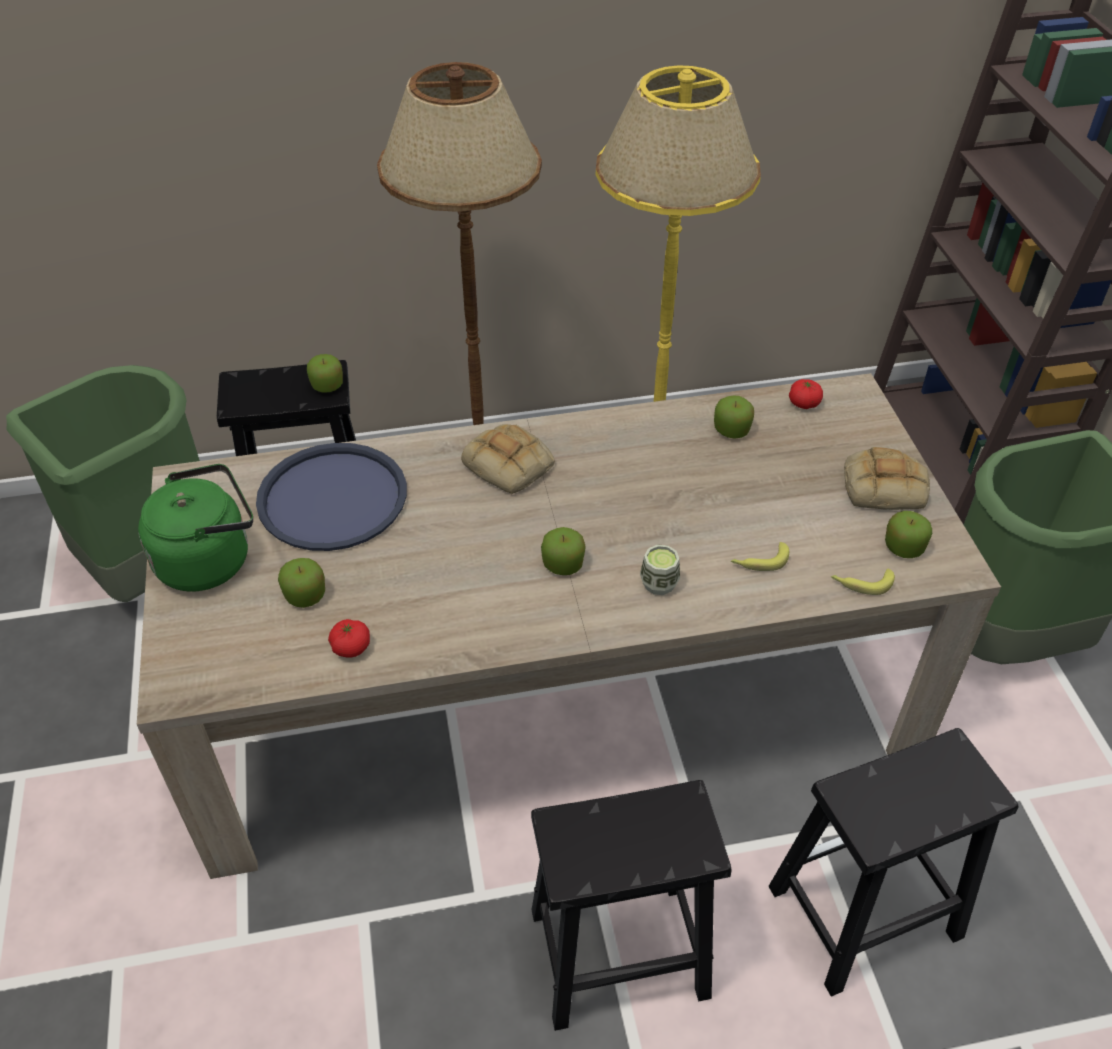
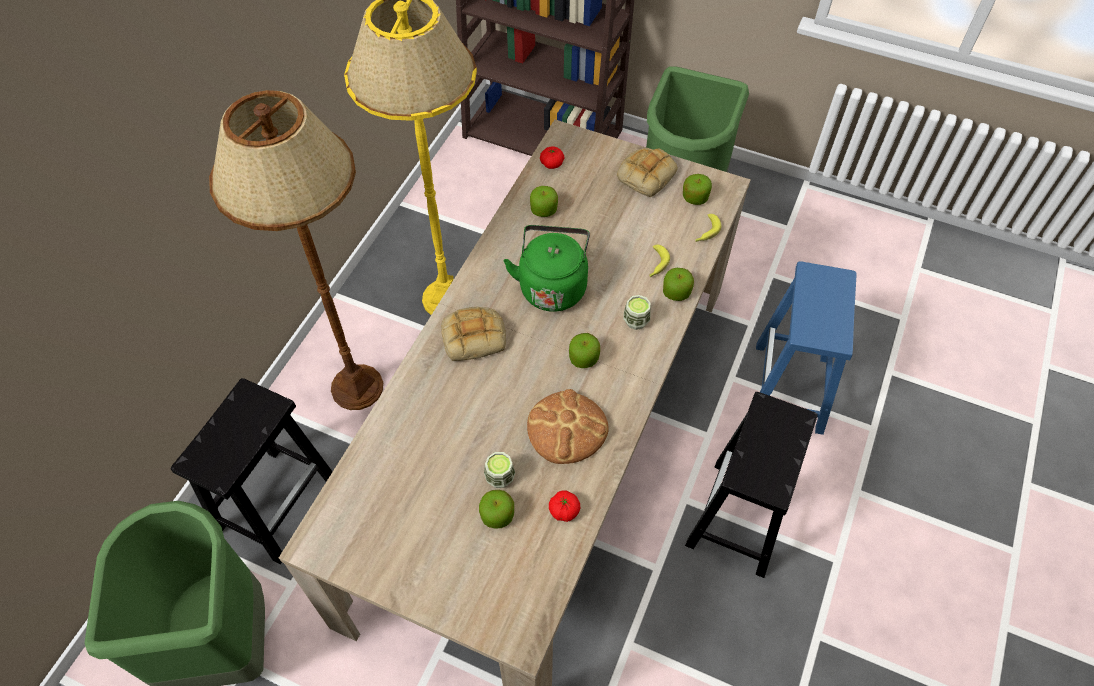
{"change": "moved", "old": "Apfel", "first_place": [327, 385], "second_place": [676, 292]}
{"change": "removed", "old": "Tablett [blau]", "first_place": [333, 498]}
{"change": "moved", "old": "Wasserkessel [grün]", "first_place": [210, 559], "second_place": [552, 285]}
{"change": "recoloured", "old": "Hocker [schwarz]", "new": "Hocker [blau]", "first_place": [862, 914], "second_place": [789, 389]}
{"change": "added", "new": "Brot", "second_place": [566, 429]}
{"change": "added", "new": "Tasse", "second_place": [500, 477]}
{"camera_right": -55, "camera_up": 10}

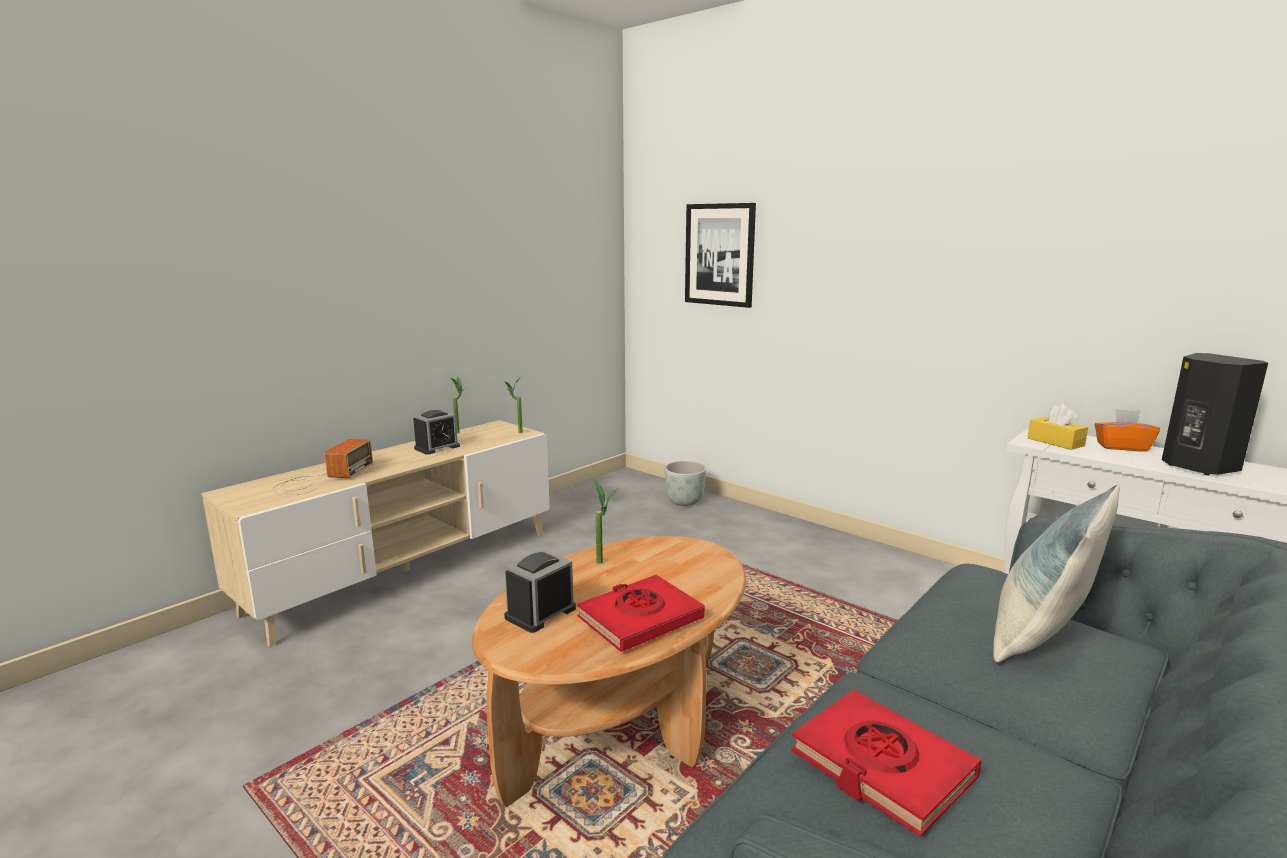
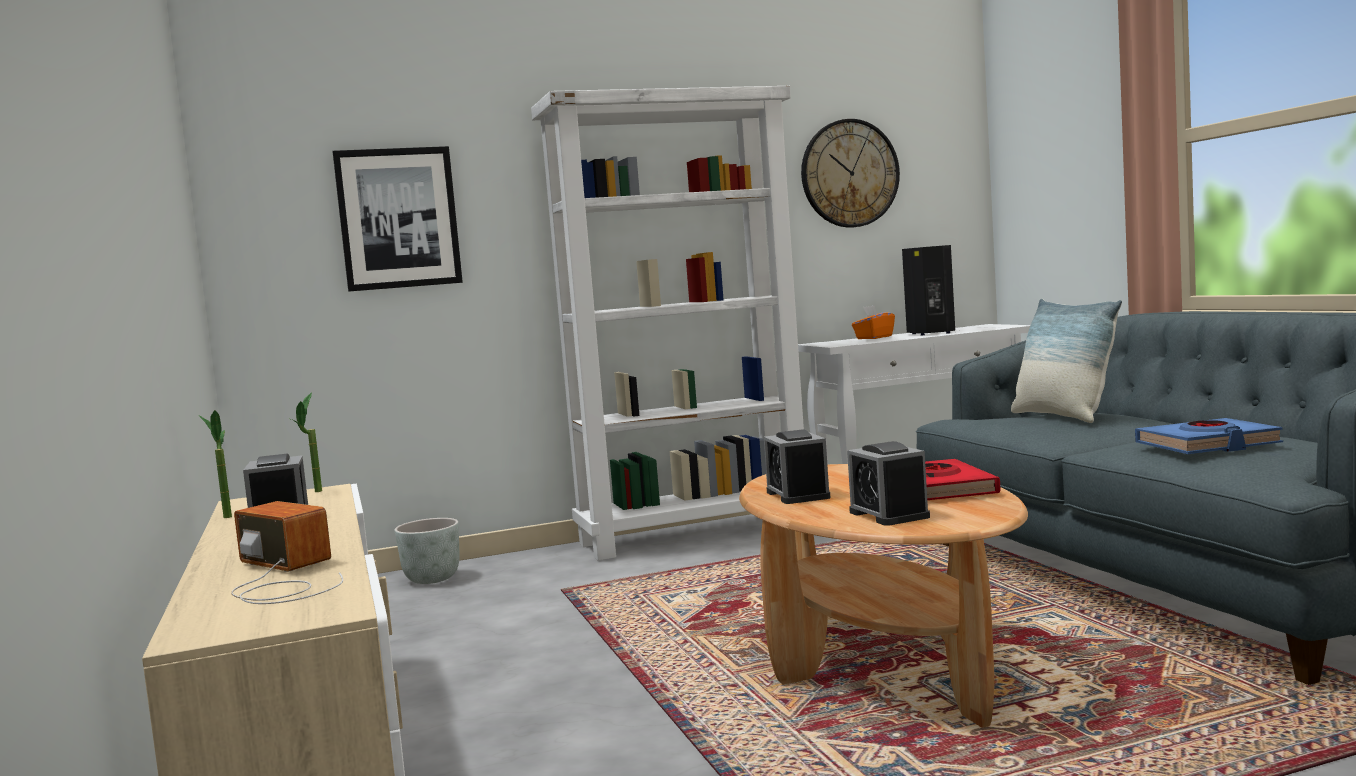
{"change": "removed", "old": "Taschentuchbox [gelb]", "first_place": [1055, 442]}
{"change": "replaced", "old": "Topfpflanze", "new": "Wecker", "first_place": [605, 563], "second_place": [798, 495]}
{"change": "recoloured", "old": "Buch [rot]", "new": "Buch [blau]", "first_place": [881, 766], "second_place": [1207, 445]}
{"change": "added", "new": "Bücherregal [weiß]", "second_place": [696, 534]}
{"change": "added", "new": "Wanduhr", "second_place": [849, 173]}
{"camera_right": -60, "camera_up": -10}

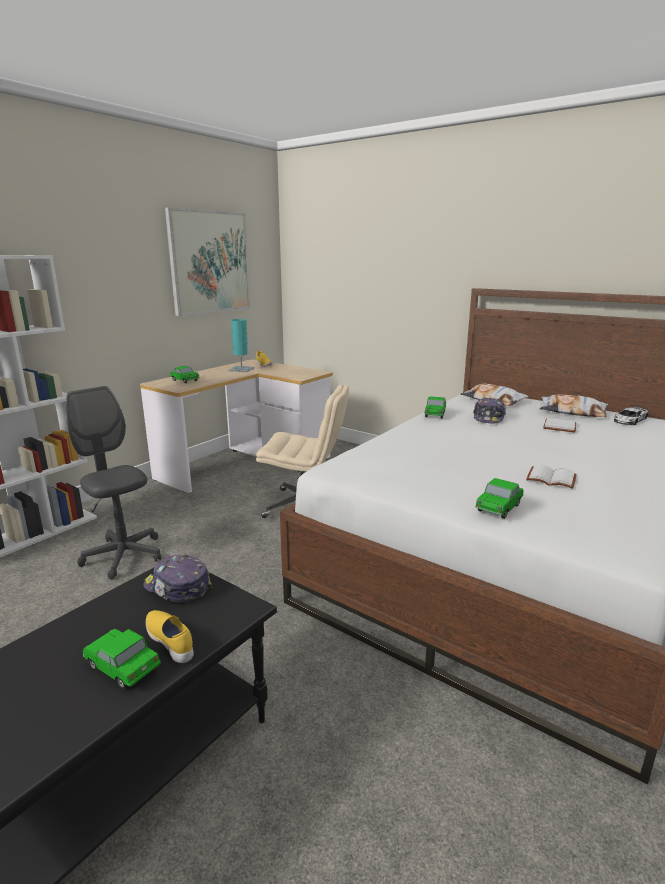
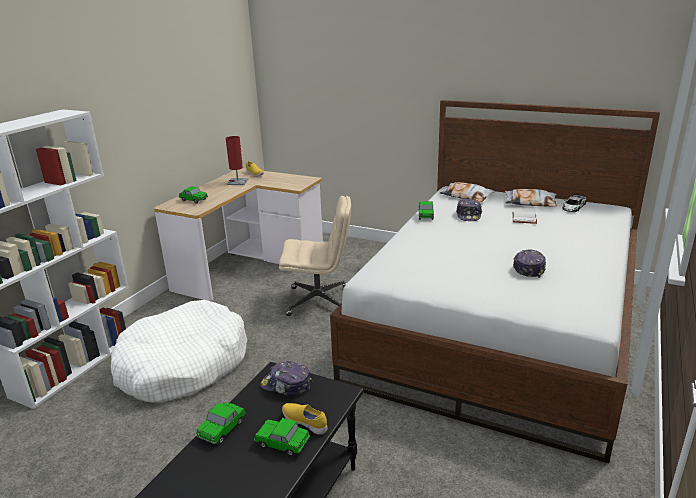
{"change": "removed", "old": "Bild", "first_place": [210, 262]}
{"change": "recoloured", "old": "Tischlampe [türkis]", "new": "Tischlampe [rot]", "first_place": [241, 369], "second_place": [237, 182]}
{"change": "replaced", "old": "Bürostuhl [grau]", "new": "Hundebett [weiß]", "first_place": [123, 556], "second_place": [183, 365]}
{"change": "replaced", "old": "Buch [weiß]", "new": "Kappe", "first_place": [550, 479], "second_place": [528, 268]}
{"change": "moved", "old": "Spielzeugauto", "first_place": [498, 508], "second_place": [222, 429]}
{"camera_right": -10, "camera_up": 5}

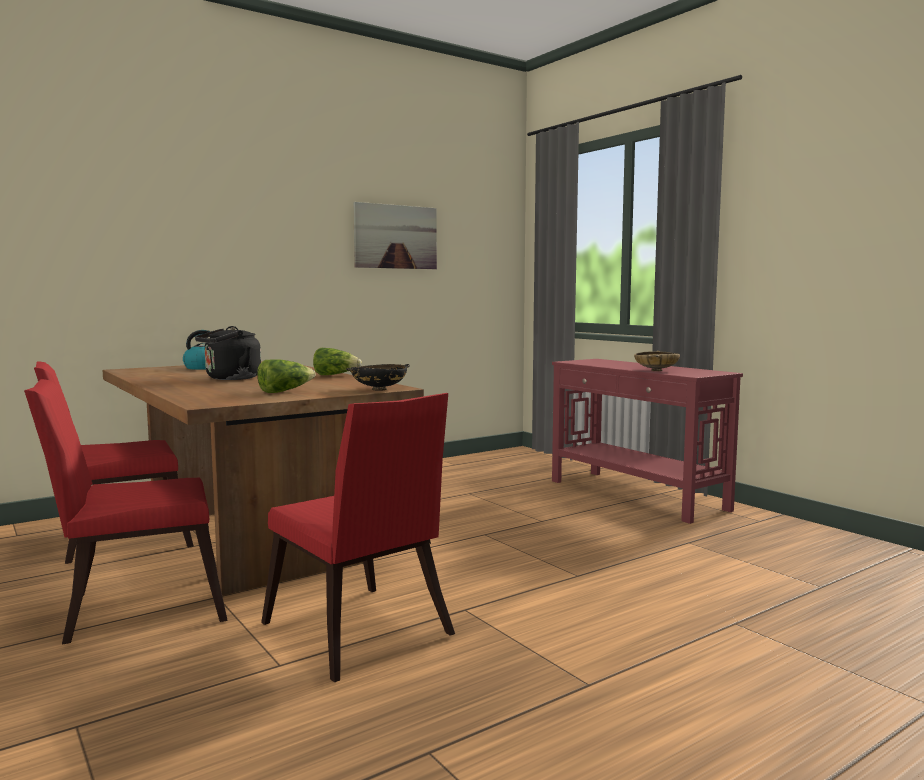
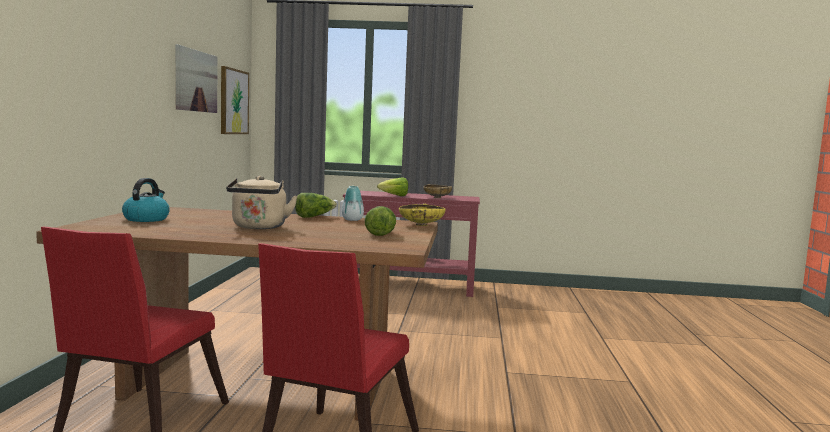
{"change": "recoloured", "old": "Wasserkessel [schwarz]", "new": "Wasserkessel [beige]", "first_place": [230, 378], "second_place": [259, 227]}
{"change": "recoloured", "old": "Schüssel [schwarz]", "new": "Schüssel [gelb]", "first_place": [379, 389], "second_place": [421, 225]}
{"change": "removed", "old": "Stuhl [rot]", "first_place": [360, 635]}
{"change": "added", "new": "Bild", "second_place": [233, 102]}
{"change": "added", "new": "Salatkopf", "second_place": [395, 196]}
{"change": "added", "new": "Vase", "second_place": [352, 220]}
{"camera_right": -50, "camera_up": 0}

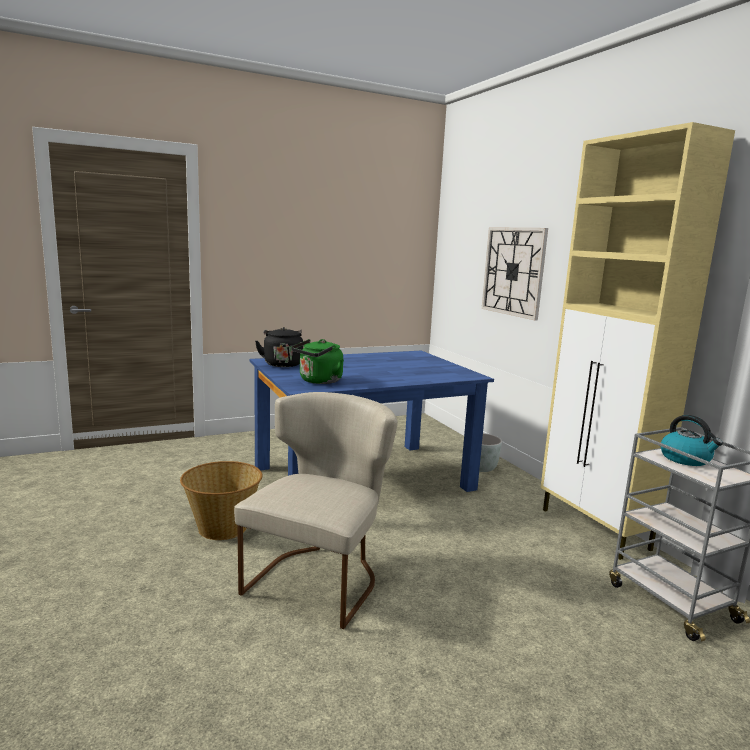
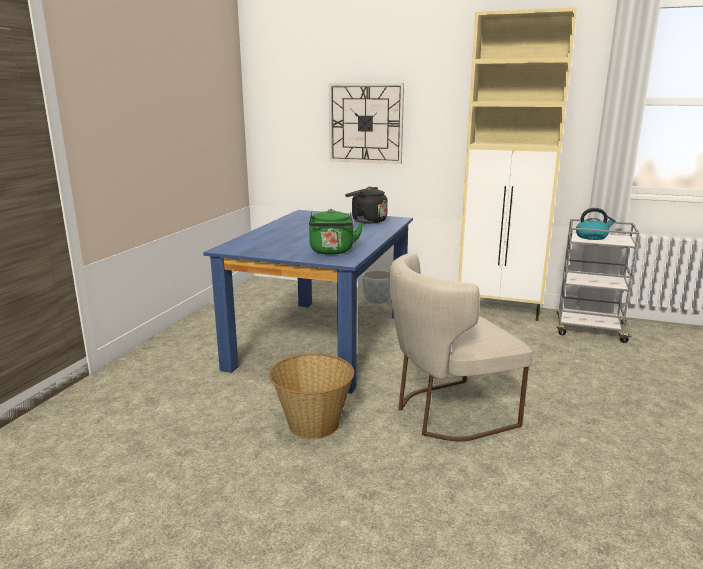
{"change": "moved", "old": "Wasserkessel [schwarz]", "first_place": [282, 364], "second_place": [366, 221]}
{"change": "turned", "old": "Stuhl [beige]", "first_place": [320, 577], "second_place": [447, 413], "degrees": -90}
{"camera_right": -45, "camera_up": 5}

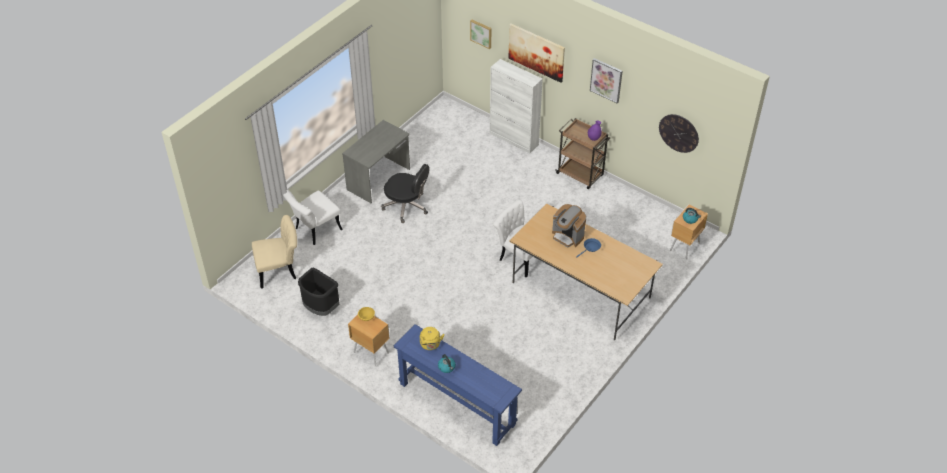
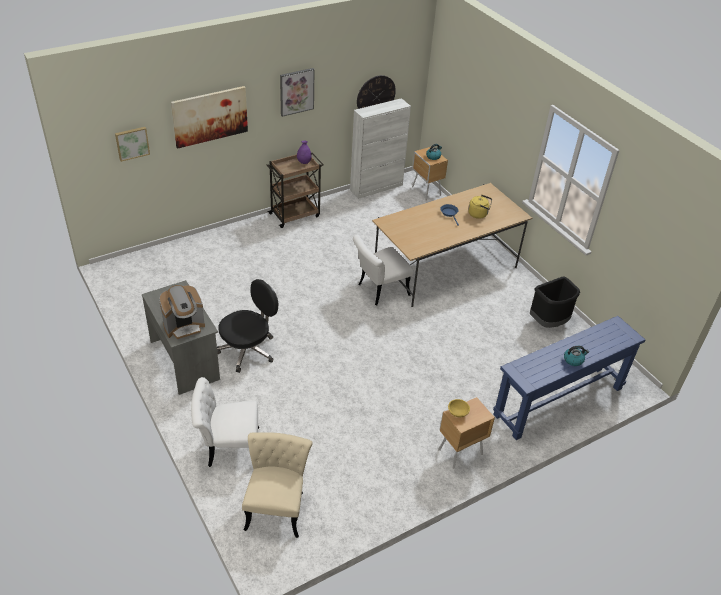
{"change": "moved", "old": "Schrank [weiß]", "first_place": [514, 139], "second_place": [376, 187]}
{"change": "turned", "old": "Stuhl [weiß]", "first_place": [314, 230], "second_place": [228, 447], "degrees": 105}
{"change": "moved", "old": "Kaffeemaschine", "first_place": [567, 236], "second_place": [184, 327]}
{"change": "moved", "old": "Mülleimer [schwarz]", "first_place": [321, 308], "second_place": [549, 322]}
{"change": "moved", "old": "Wasserkessel [gelb]", "first_place": [430, 345], "second_place": [479, 214]}
{"camera_right": -70, "camera_up": -5}

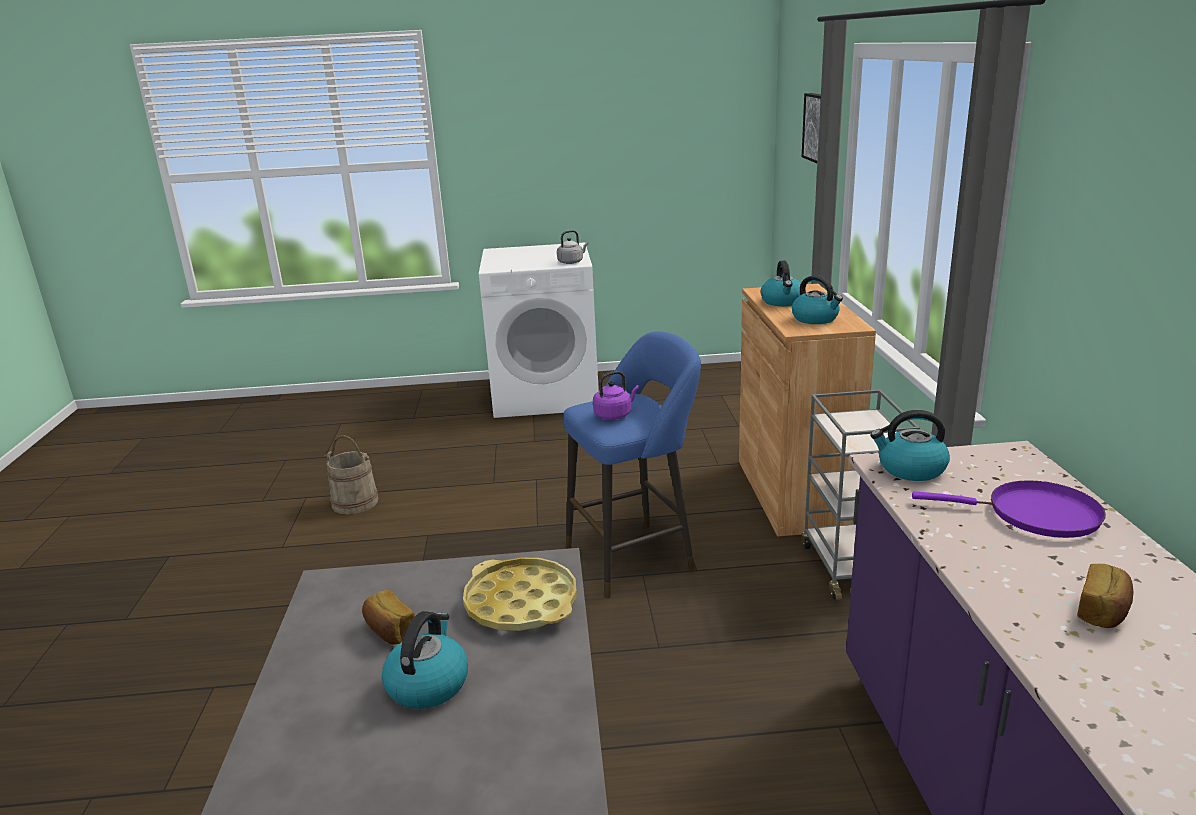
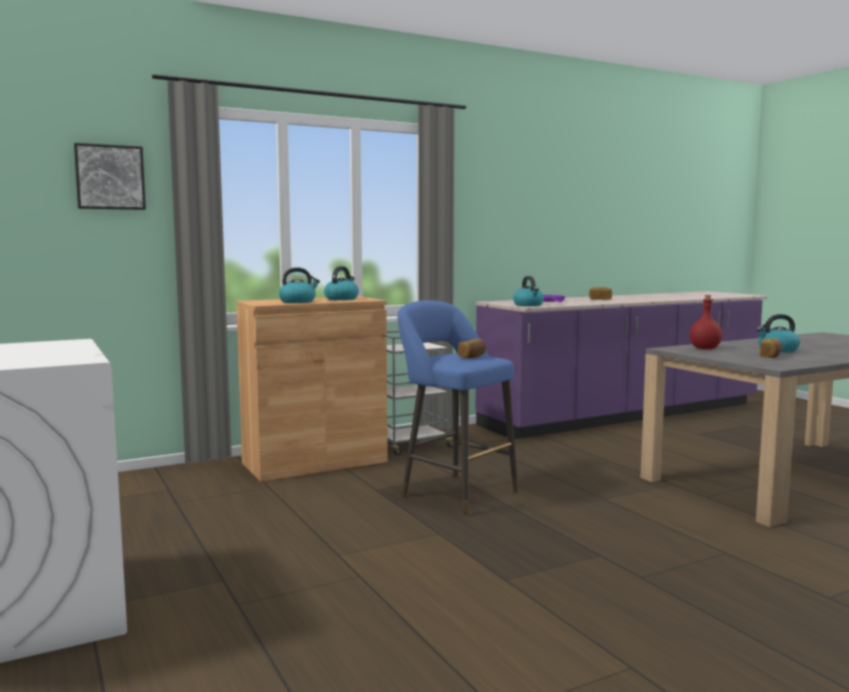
{"change": "removed", "old": "Wasserkessel [grau]", "first_place": [572, 262]}
{"change": "replaced", "old": "Wasserkessel [lila]", "new": "Brot", "first_place": [614, 415], "second_place": [472, 357]}
{"change": "removed", "old": "Eimer [beige]", "first_place": [355, 502]}
{"change": "replaced", "old": "Tablett [gelb]", "new": "Flasche [rot]", "first_place": [521, 603], "second_place": [705, 348]}
{"camera_right": -115, "camera_up": -15}

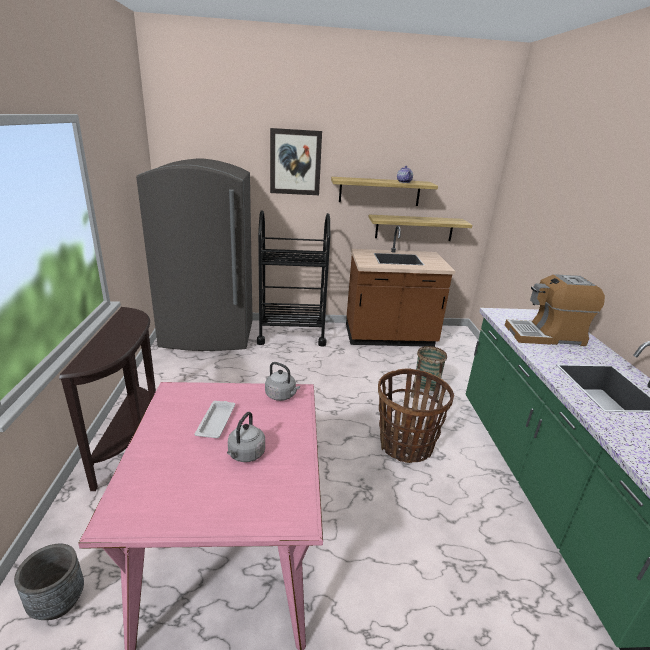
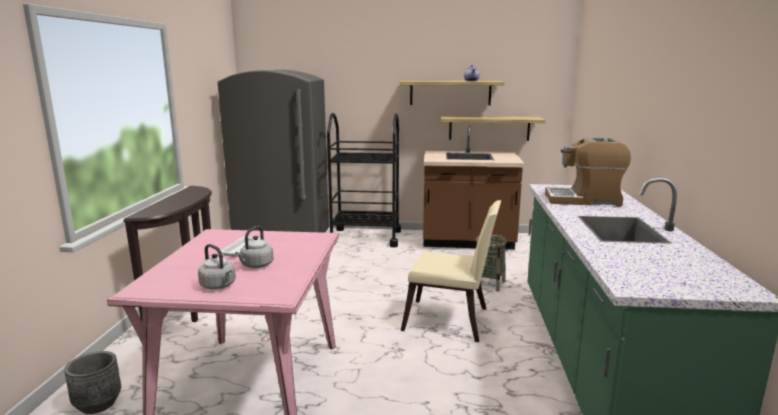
{"change": "removed", "old": "Bild", "first_place": [295, 162]}
{"change": "moved", "old": "Wasserkessel [grau]", "first_place": [281, 395], "second_place": [219, 286]}
{"change": "replaced", "old": "Korb", "new": "Stuhl [beige]", "first_place": [405, 445], "second_place": [451, 321]}
{"camera_right": 10, "camera_up": -10}

